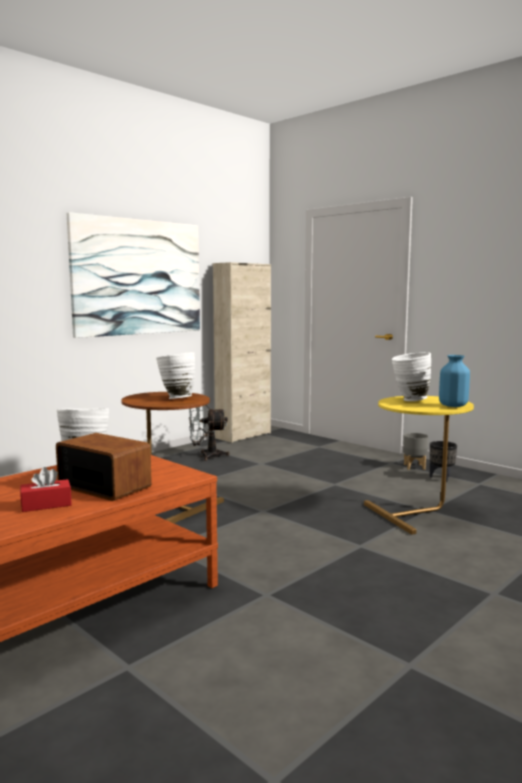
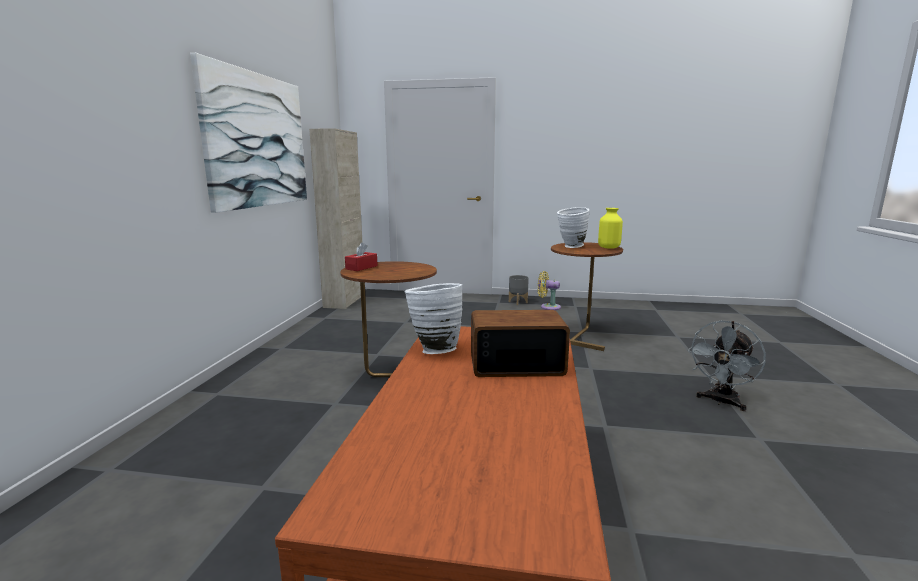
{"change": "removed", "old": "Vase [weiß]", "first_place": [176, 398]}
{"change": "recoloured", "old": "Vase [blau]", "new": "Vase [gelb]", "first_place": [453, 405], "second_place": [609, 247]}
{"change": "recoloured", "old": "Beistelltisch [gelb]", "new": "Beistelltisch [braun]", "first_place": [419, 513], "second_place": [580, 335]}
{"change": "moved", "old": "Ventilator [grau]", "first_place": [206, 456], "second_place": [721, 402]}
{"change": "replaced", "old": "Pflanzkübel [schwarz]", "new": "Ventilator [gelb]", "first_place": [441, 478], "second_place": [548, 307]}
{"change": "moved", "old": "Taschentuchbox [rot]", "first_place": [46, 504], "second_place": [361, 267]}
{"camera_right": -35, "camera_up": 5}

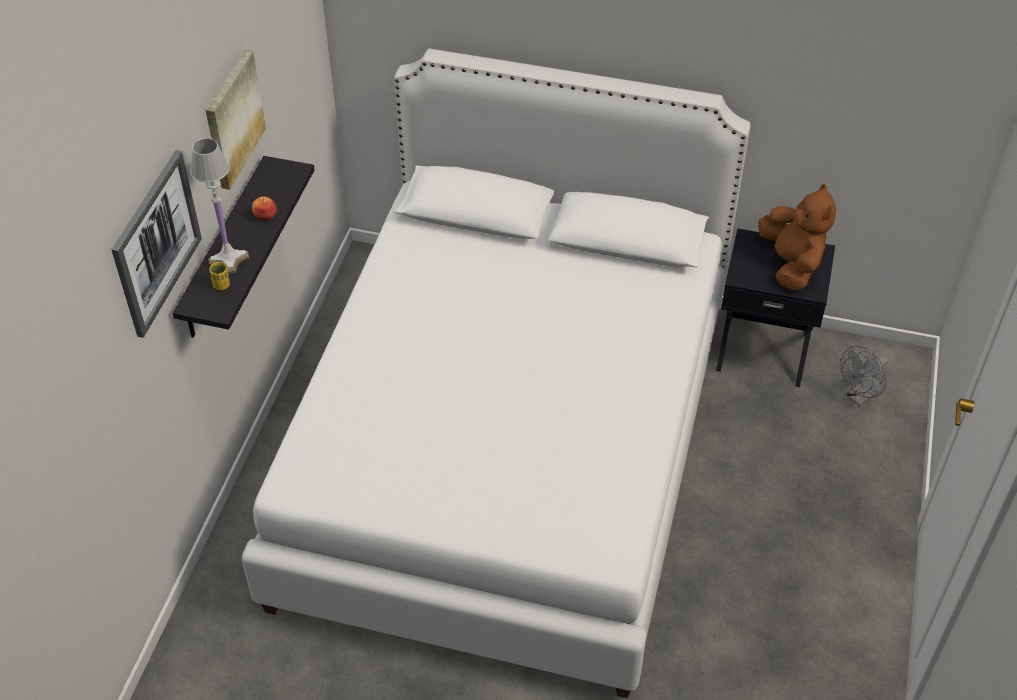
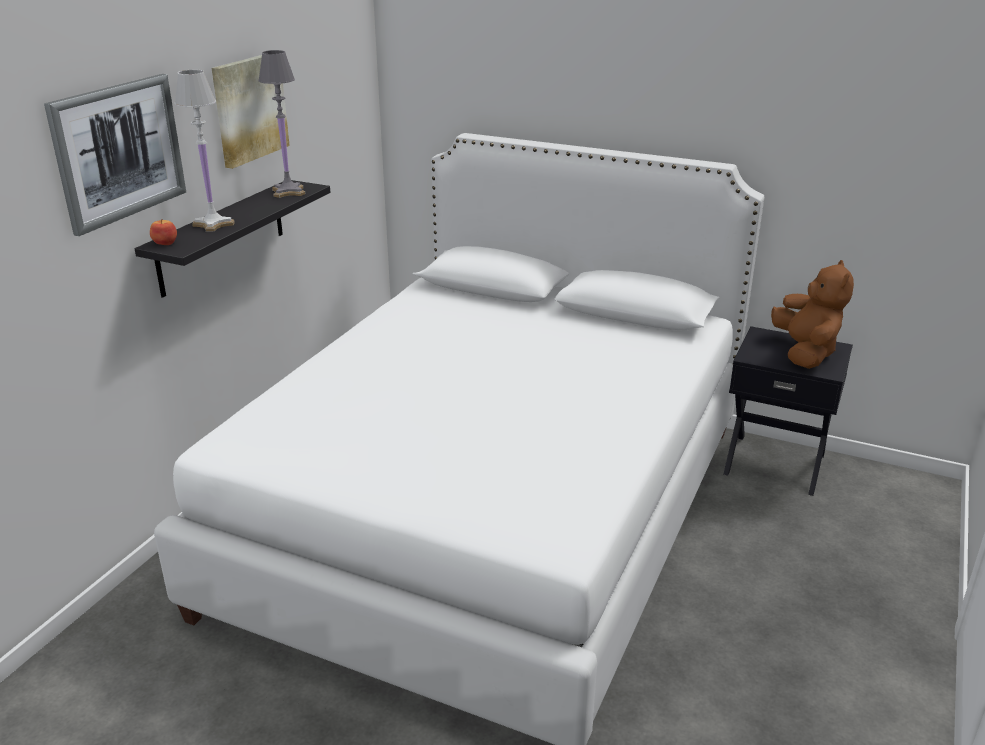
{"change": "moved", "old": "Apfel", "first_place": [265, 216], "second_place": [165, 243]}
{"change": "removed", "old": "Tasse [gelb]", "first_place": [221, 285]}
{"change": "removed", "old": "Ventilator [grau]", "first_place": [859, 397]}
{"change": "added", "new": "Tischlampe [grau]", "second_place": [289, 192]}
{"camera_right": 10, "camera_up": -20}

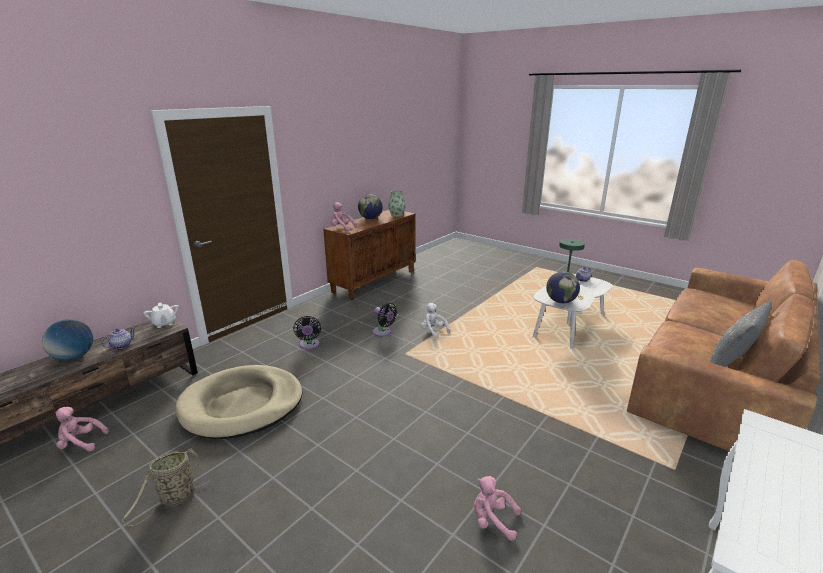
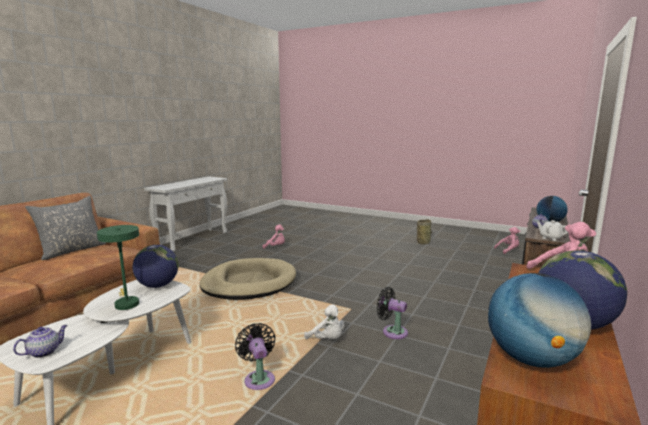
{"change": "replaced", "old": "Vase", "new": "Globus", "first_place": [397, 215], "second_place": [531, 359]}
{"change": "moved", "old": "Ventilator [schwarz]", "first_place": [309, 345], "second_place": [259, 378]}
{"change": "moved", "old": "Hundebett [beige]", "first_place": [242, 405], "second_place": [249, 283]}
{"camera_right": 170, "camera_up": -10}

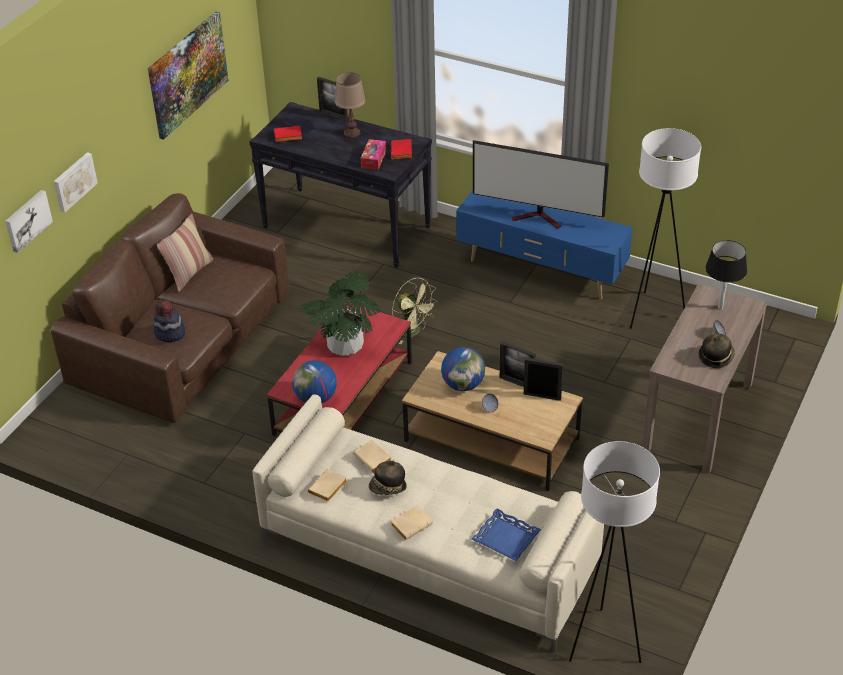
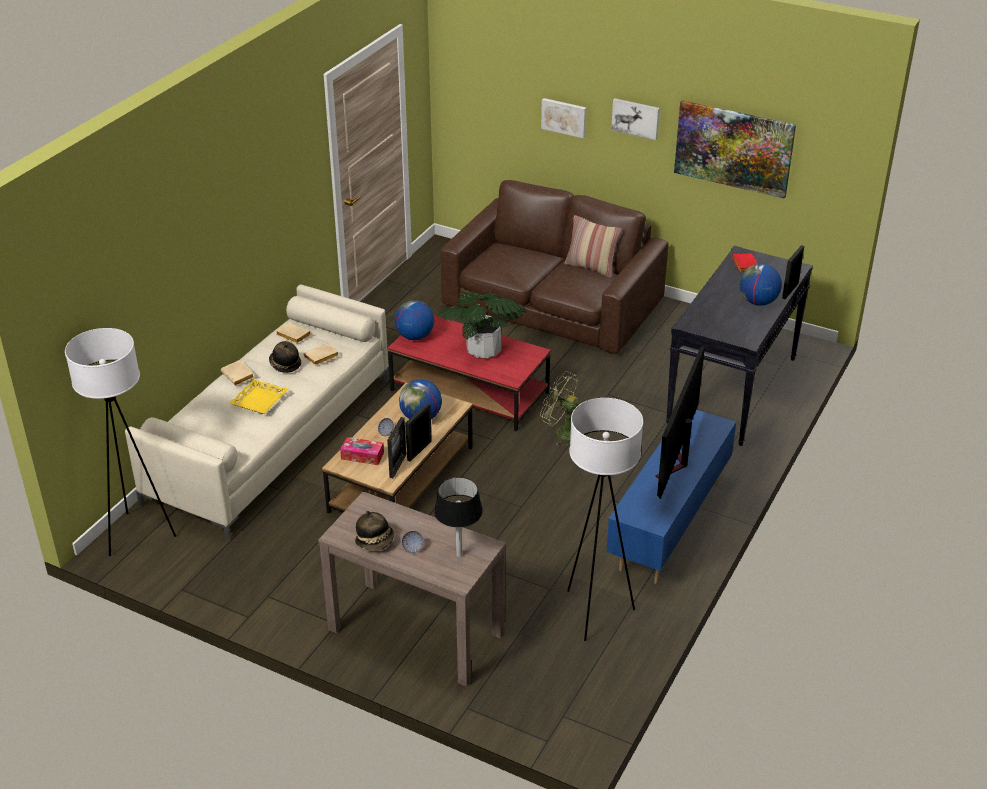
{"change": "replaced", "old": "Tischlampe [braun]", "new": "Globus", "first_place": [352, 133], "second_place": [758, 302]}
{"change": "moved", "old": "Taschentuchbox", "first_place": [373, 159], "second_place": [362, 456]}
{"change": "removed", "old": "Buch [rot]", "first_place": [402, 152]}
{"change": "moved", "old": "Bild", "first_place": [27, 220], "second_place": [636, 118]}
{"change": "turned", "old": "Ventilator [grün]", "first_place": [413, 332], "second_place": [562, 432], "degrees": 75}
{"change": "removed", "old": "Hut", "first_place": [169, 333]}
{"change": "removed", "old": "Tablett [blau]", "first_place": [506, 538]}
{"change": "added", "new": "Tablett [gelb]", "second_place": [259, 400]}
{"camera_right": 90, "camera_up": -5}

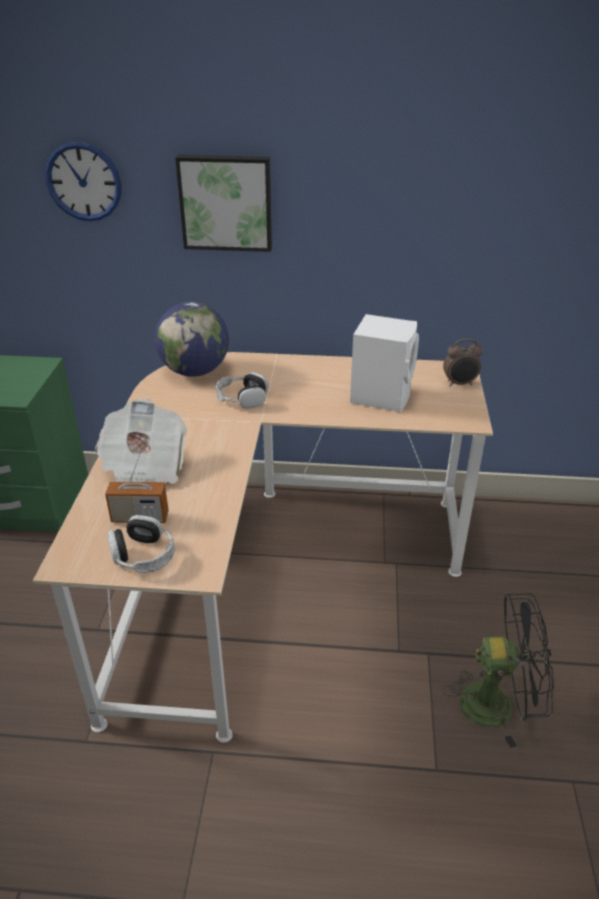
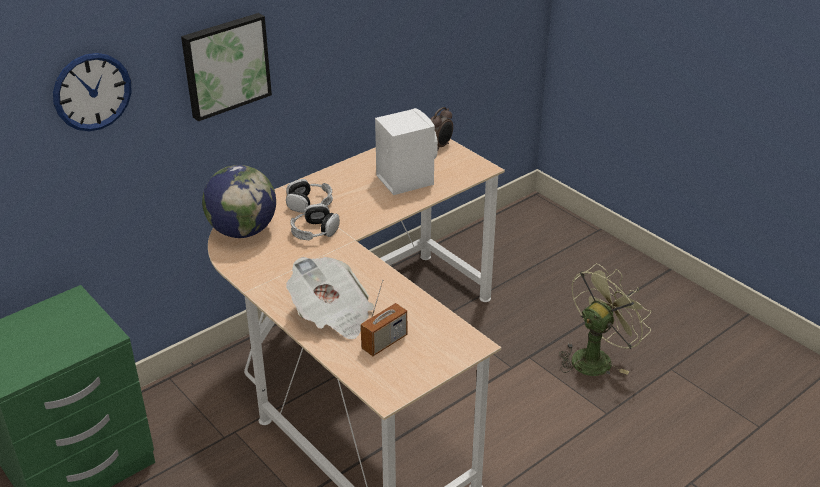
{"change": "moved", "old": "Kopfhörer", "first_place": [143, 555], "second_place": [309, 203]}
{"change": "recoloured", "old": "Ventilator [schwarz]", "new": "Ventilator [grün]", "first_place": [497, 704], "second_place": [596, 357]}
{"camera_right": -45, "camera_up": 0}

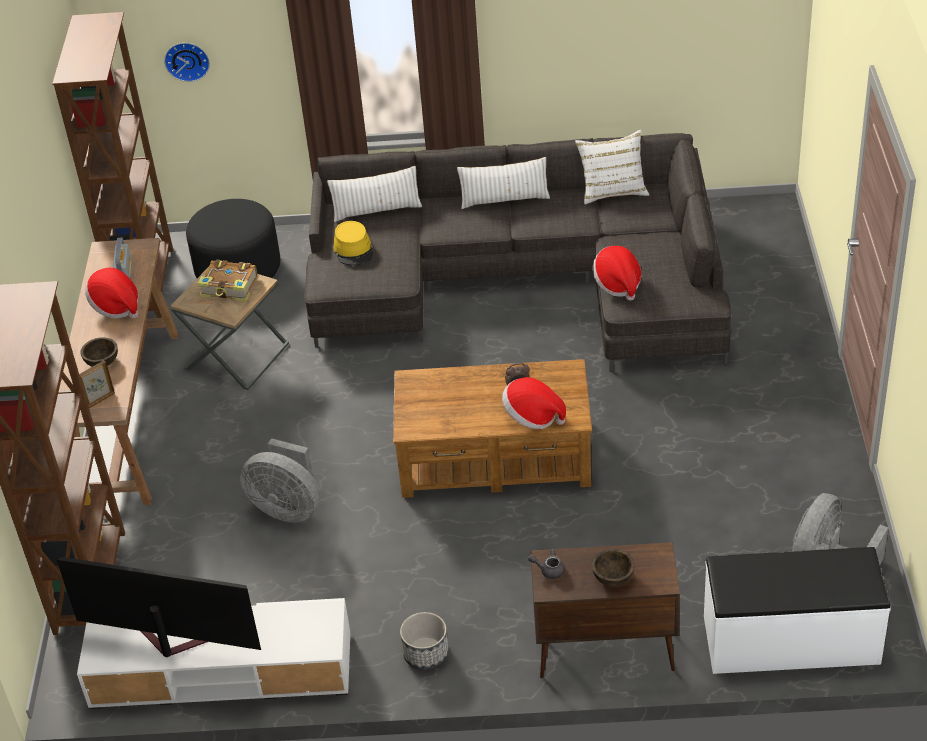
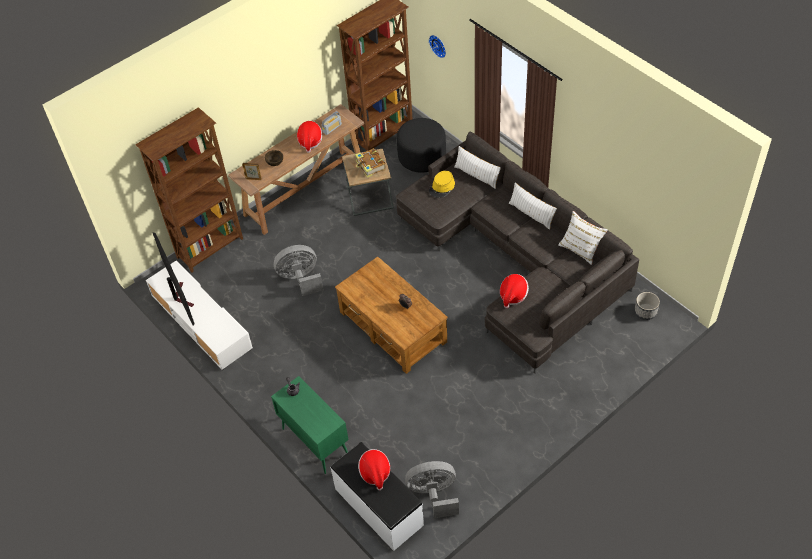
{"change": "moved", "old": "Hut", "first_place": [532, 416], "second_place": [375, 473]}
{"change": "turned", "old": "Ventilator [grau]", "first_place": [288, 508], "second_place": [301, 279], "degrees": 90}
{"change": "recoloured", "old": "Schrank [braun]", "new": "Schrank [grün]", "first_place": [603, 652], "second_place": [314, 441]}
{"change": "removed", "old": "Schüssel [braun]", "first_place": [613, 577]}
{"change": "moved", "old": "Pflanzkübel", "first_place": [426, 653], "second_place": [645, 311]}
{"camera_right": 50, "camera_up": 10}

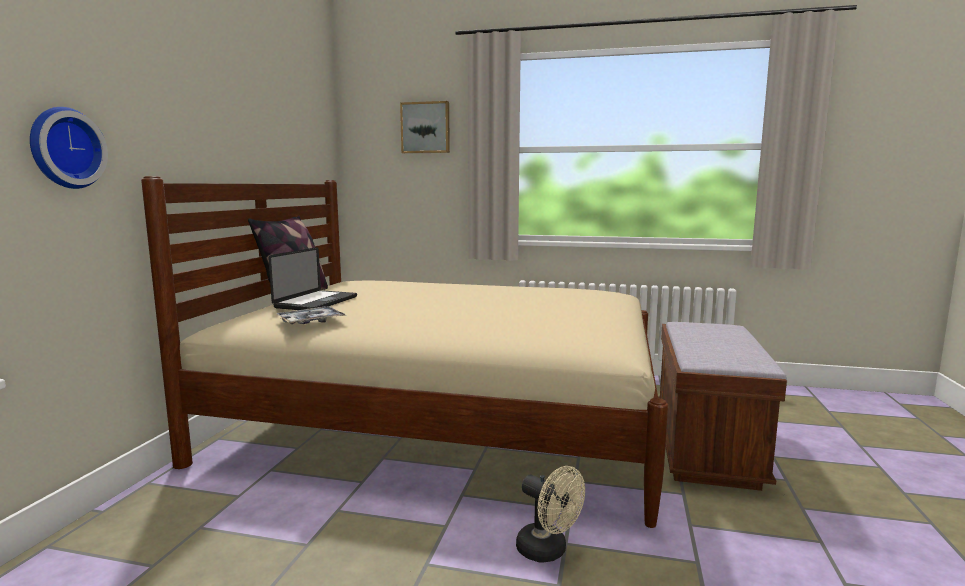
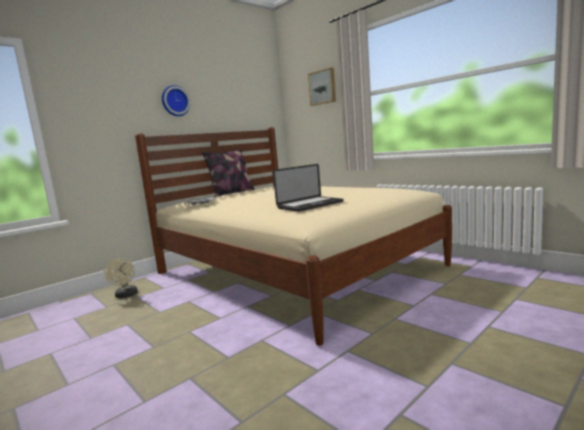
{"change": "moved", "old": "Wanduhr", "first_place": [64, 148], "second_place": [175, 101]}
{"change": "moved", "old": "Laptop", "first_place": [316, 302], "second_place": [310, 205]}
{"change": "removed", "old": "Bank [braun]", "first_place": [705, 446]}
{"change": "moved", "old": "Ventilator [beige]", "first_place": [548, 551], "second_place": [126, 295]}
{"camera_right": 35, "camera_up": 0}

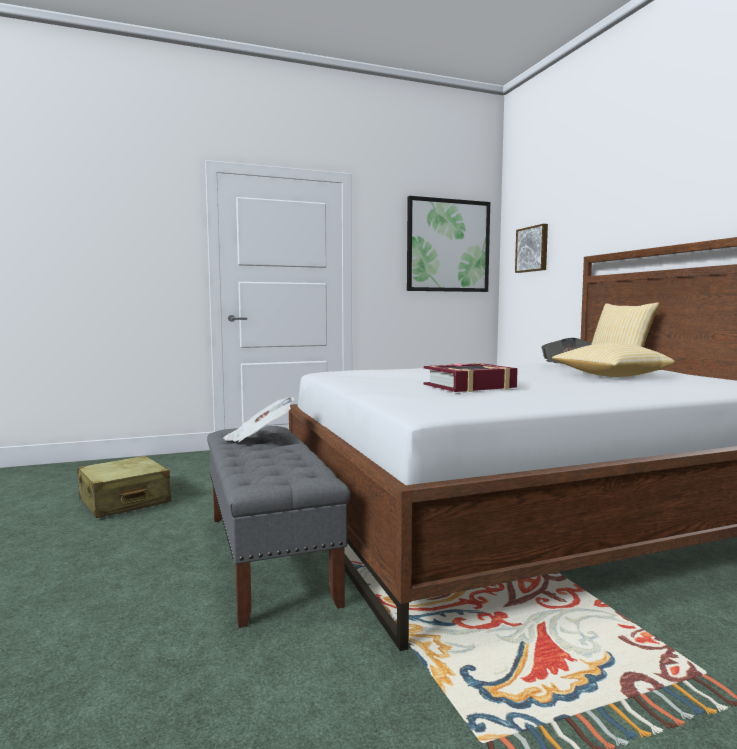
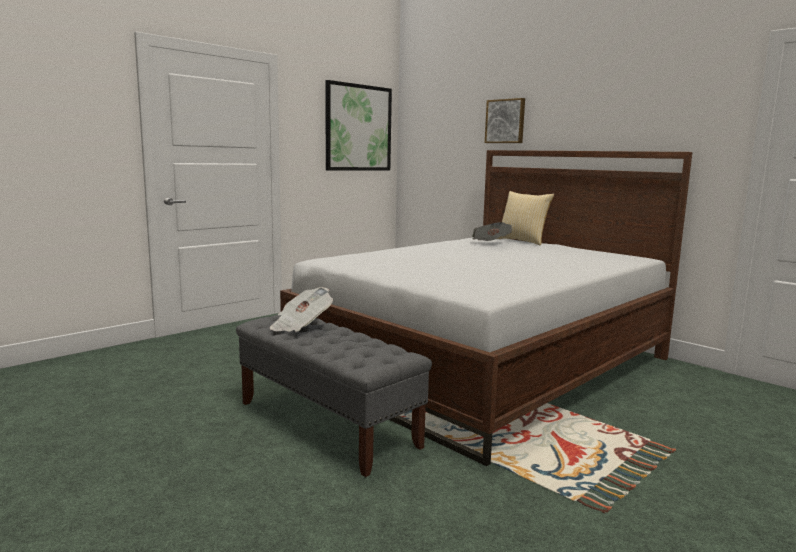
{"change": "moved", "old": "Bild", "first_place": [532, 249], "second_place": [505, 121]}
{"change": "removed", "old": "Kissen", "first_place": [610, 376]}
{"change": "removed", "old": "Buch", "first_place": [470, 386]}
{"change": "removed", "old": "Koffer [beige]", "first_place": [124, 501]}
{"camera_right": -25, "camera_up": 5}

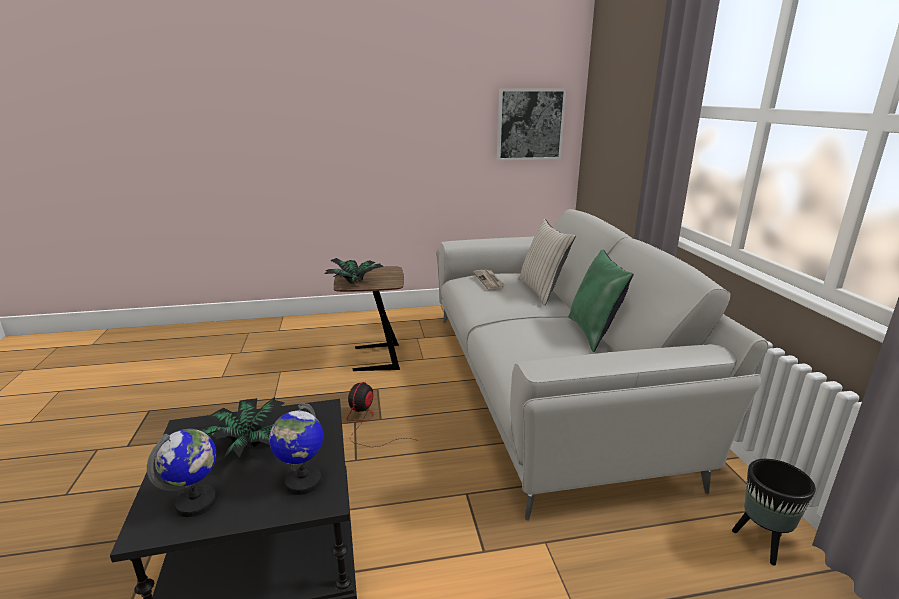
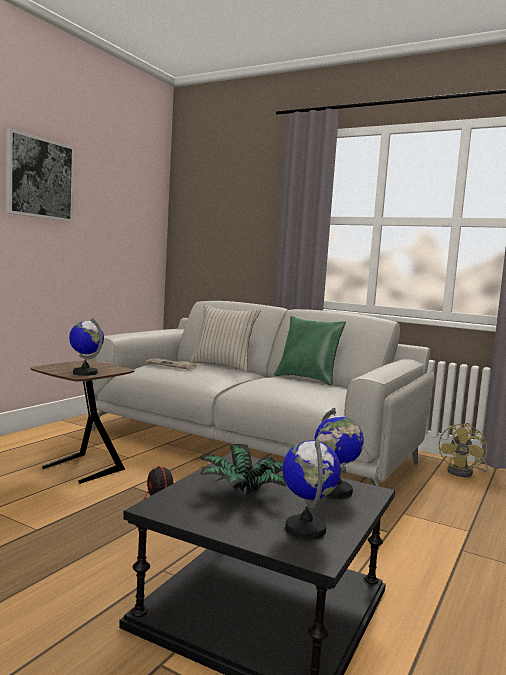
{"change": "moved", "old": "Bild", "first_place": [530, 124], "second_place": [39, 178]}
{"change": "replaced", "old": "Topfpflanze", "new": "Globus", "first_place": [356, 283], "second_place": [85, 373]}
{"change": "replaced", "old": "Pflanzkübel [schwarz]", "new": "Ventilator [gelb]", "first_place": [762, 543], "second_place": [464, 473]}
{"camera_right": -50, "camera_up": -15}

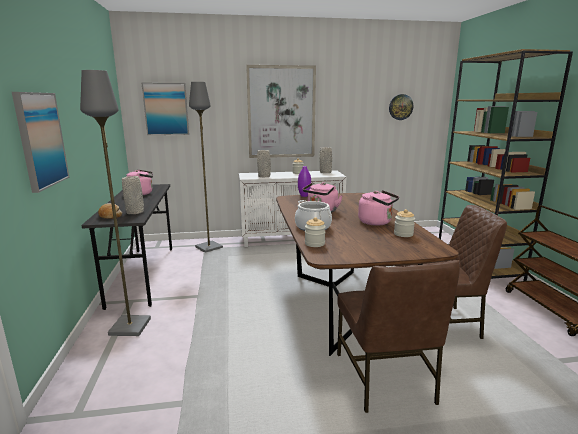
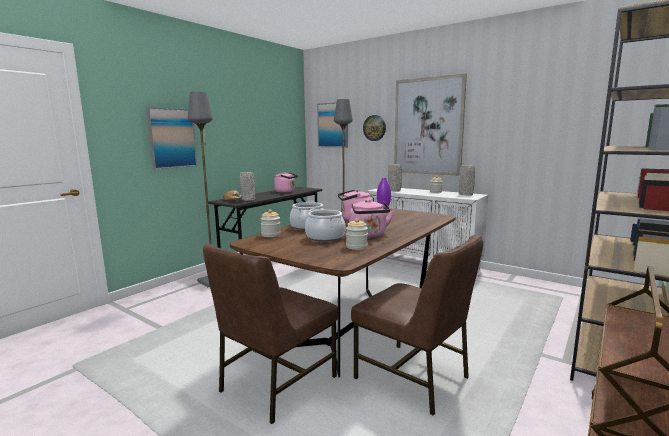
{"change": "moved", "old": "Wanduhr", "first_place": [400, 107], "second_place": [374, 128]}
{"change": "added", "new": "Kochtopf", "second_place": [325, 237]}
{"camera_right": 45, "camera_up": -5}

